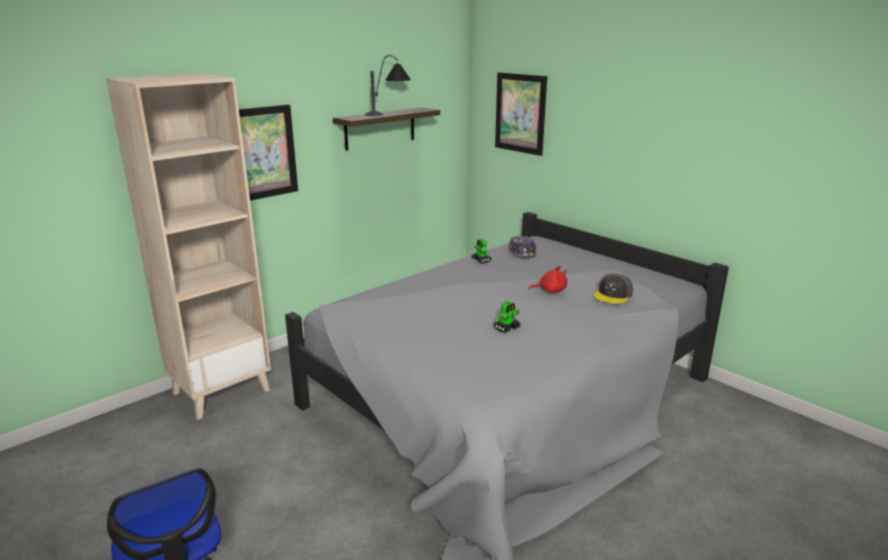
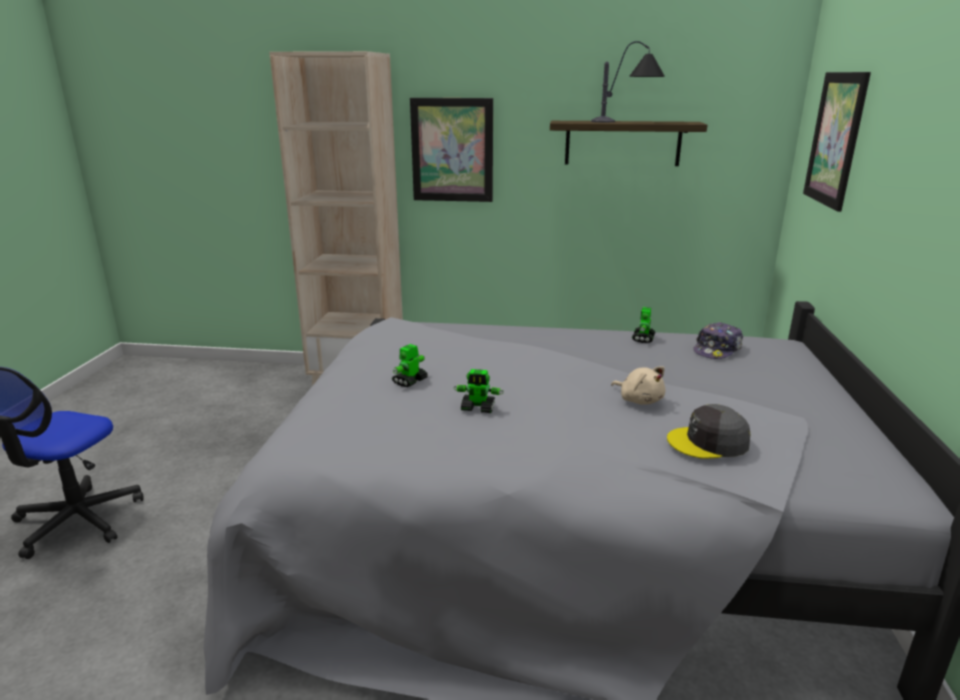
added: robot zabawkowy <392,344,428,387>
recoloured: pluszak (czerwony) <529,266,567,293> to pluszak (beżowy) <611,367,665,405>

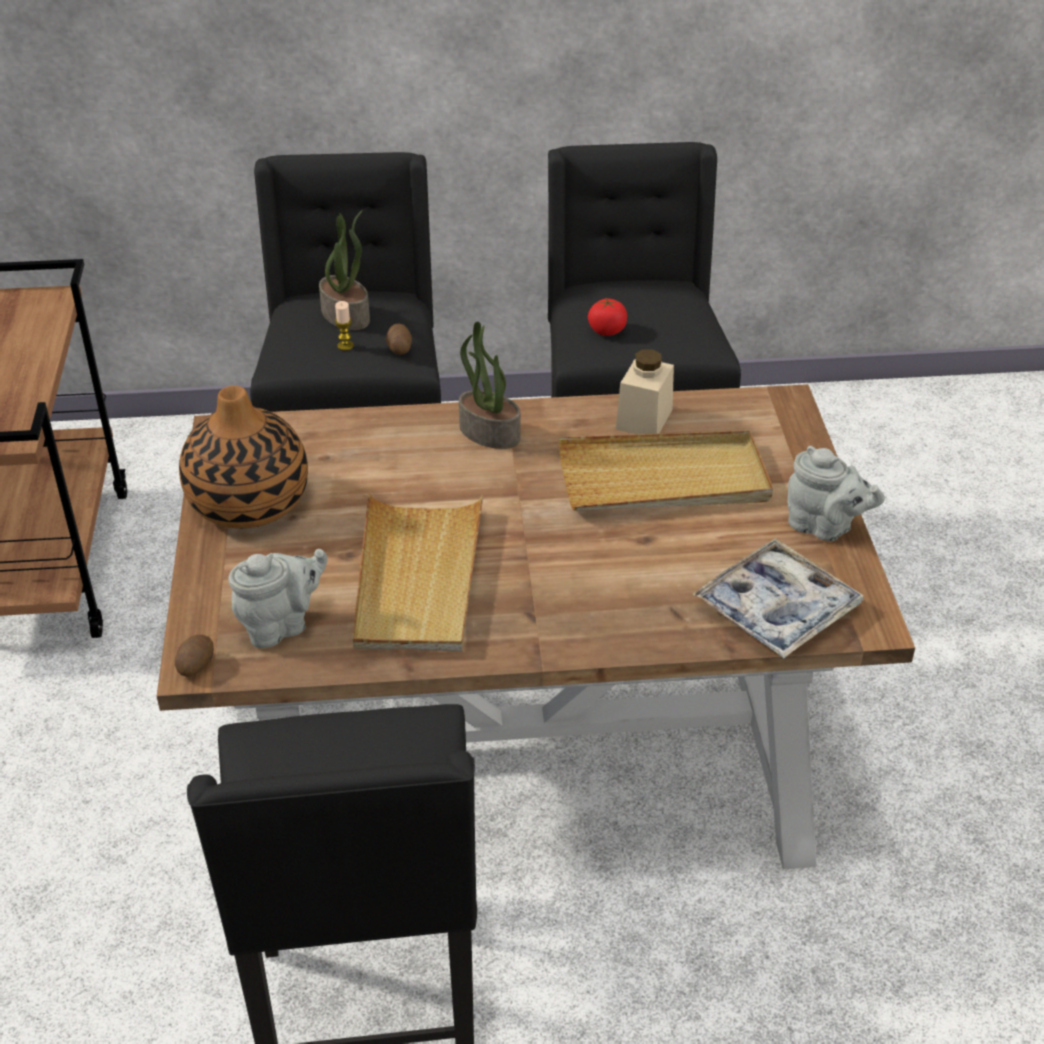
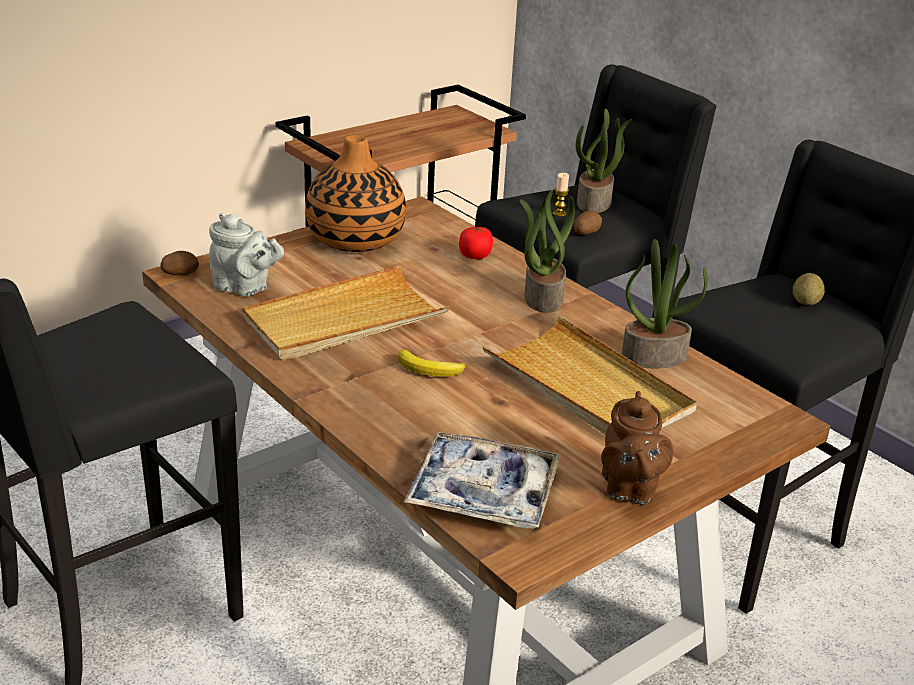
added: banan <398,350,465,377>; ziemniak <793,273,825,305>
moved: pomidor <588,297,627,336> to <459,226,493,259>
replaced: słoik (beżowy) <616,349,674,434> to roślina doniczkowa <622,239,708,368>
recoloured: imbryk (szary) <788,446,885,541> to imbryk (brązowy) <601,391,673,505>

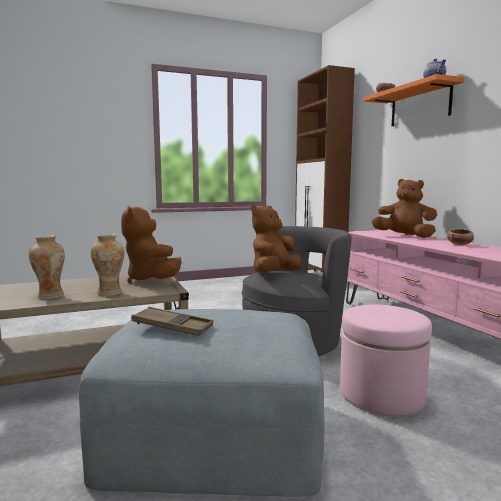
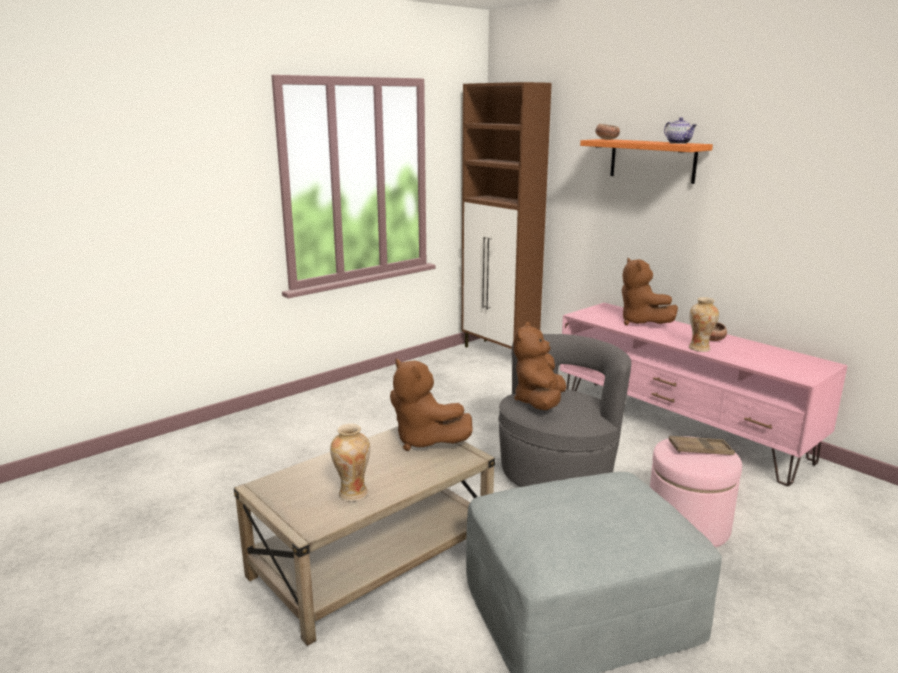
moved: wazon <91,234,124,296> to <688,297,719,352>; taca (brązowy) <131,307,213,336> to <668,436,735,455>
turned: pluszak (brązowy) <371,179,437,238> = <622,258,678,325> 120 degrees counterclockwise

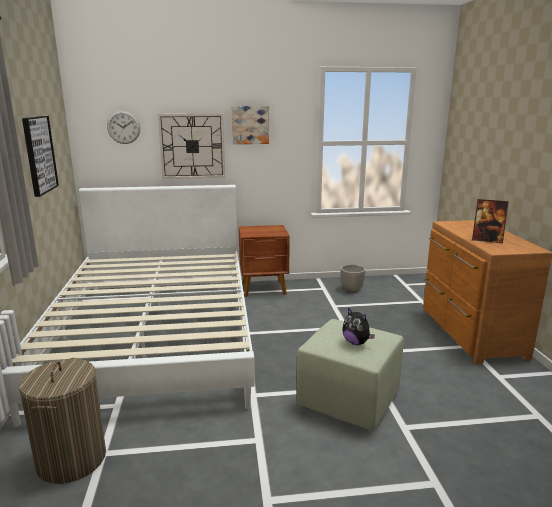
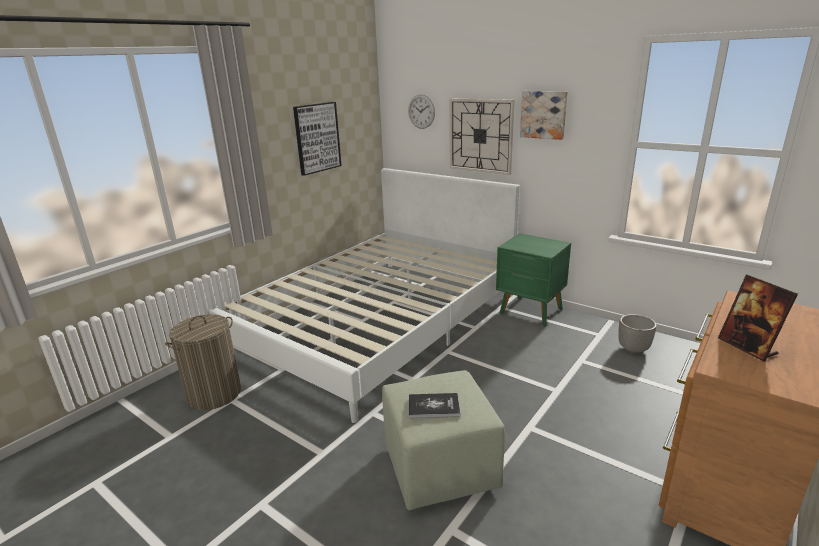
replaced: pluszak <343,308,375,345> to książka <409,393,460,418>
recoloured: szafka nocna (brązowy) <239,225,290,297> to szafka nocna (zielony) <496,233,571,327>

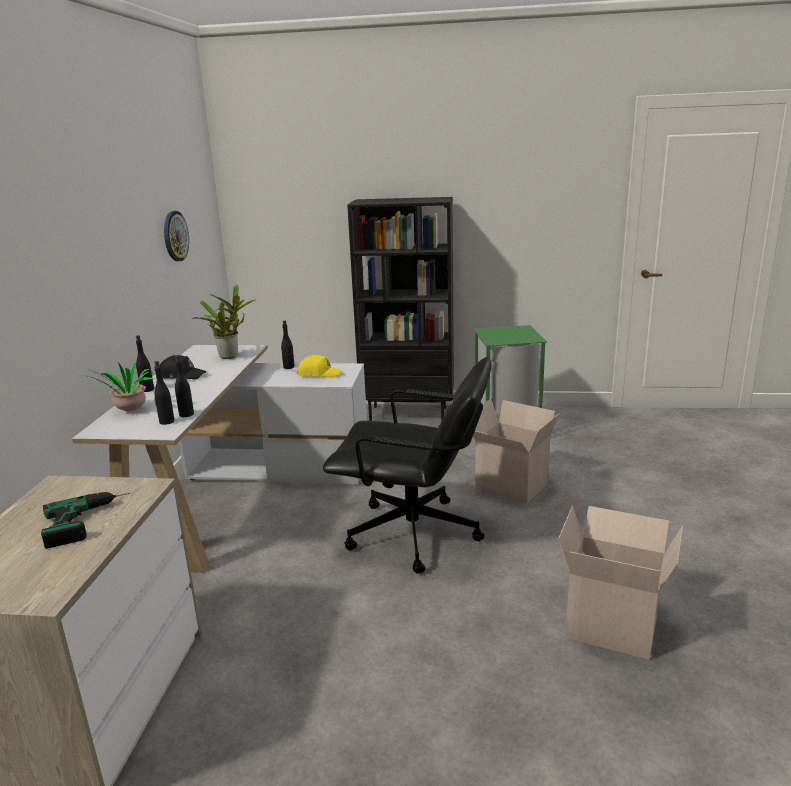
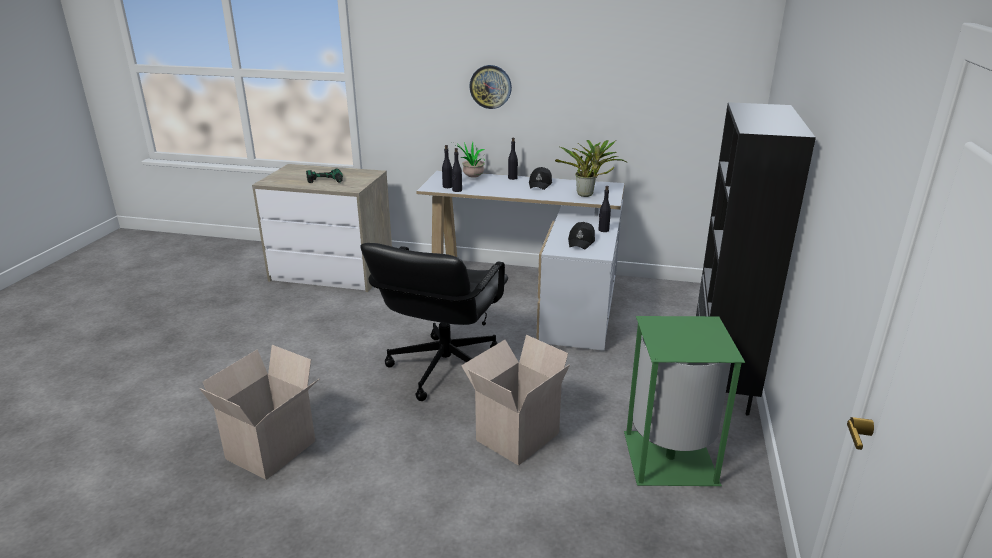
moved: zegar ścienny <164,211,189,261> to <469,65,512,109>
recoloured: czapka z daszkiem (żółty) <297,355,342,378> to czapka z daszkiem (czarny) <568,222,595,249>

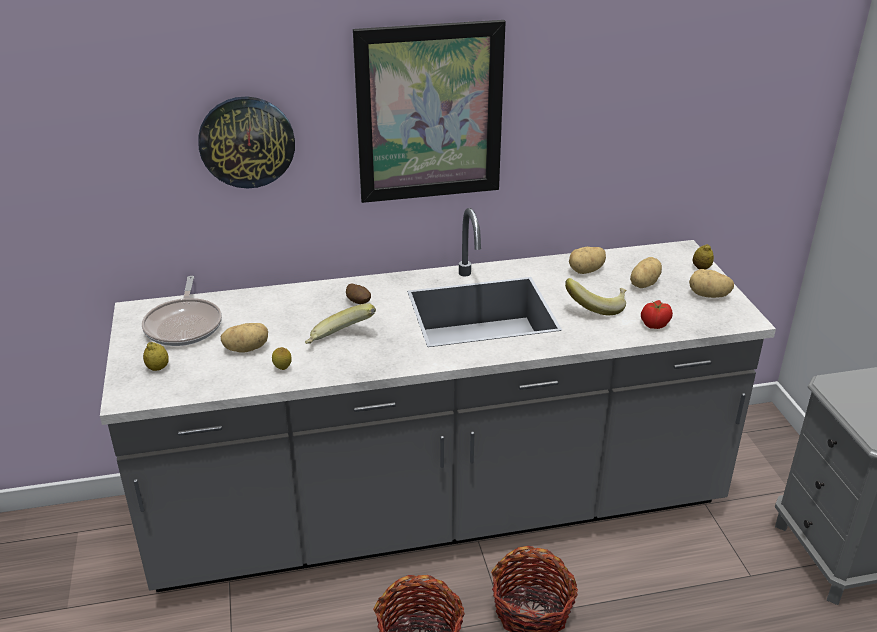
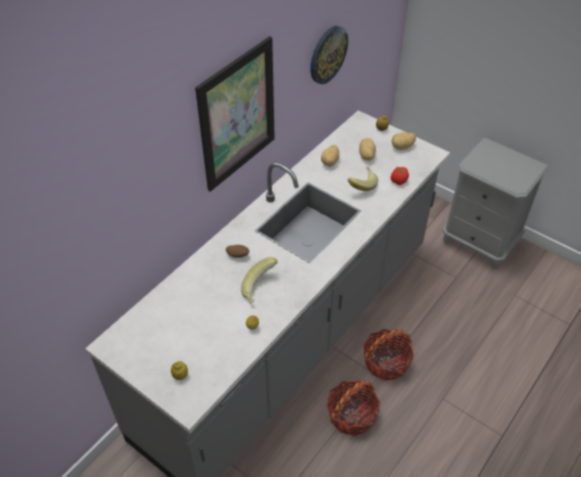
removed: patelnia <142,276,222,346>; ziemniak <221,323,268,353>
moved: zegar ścienny <198,96,295,189> to <310,26,348,84>

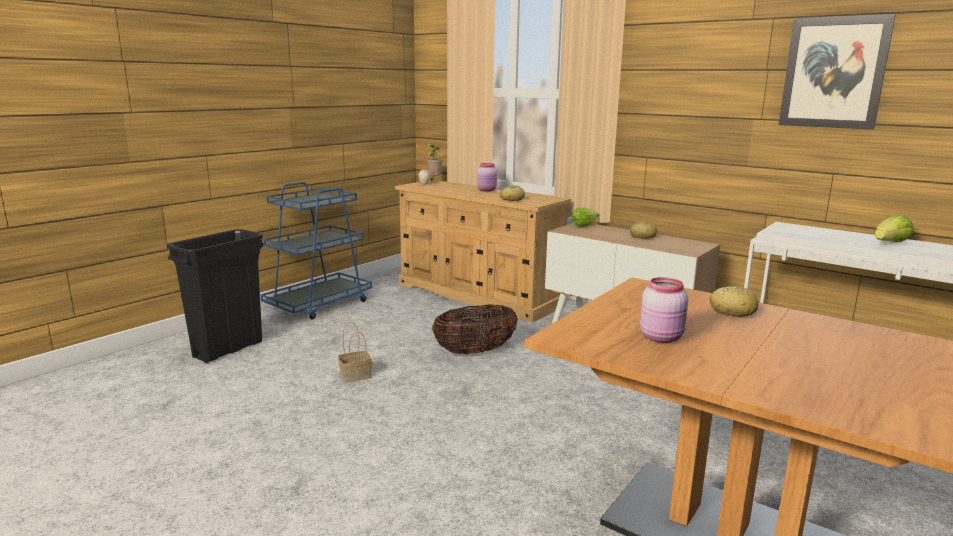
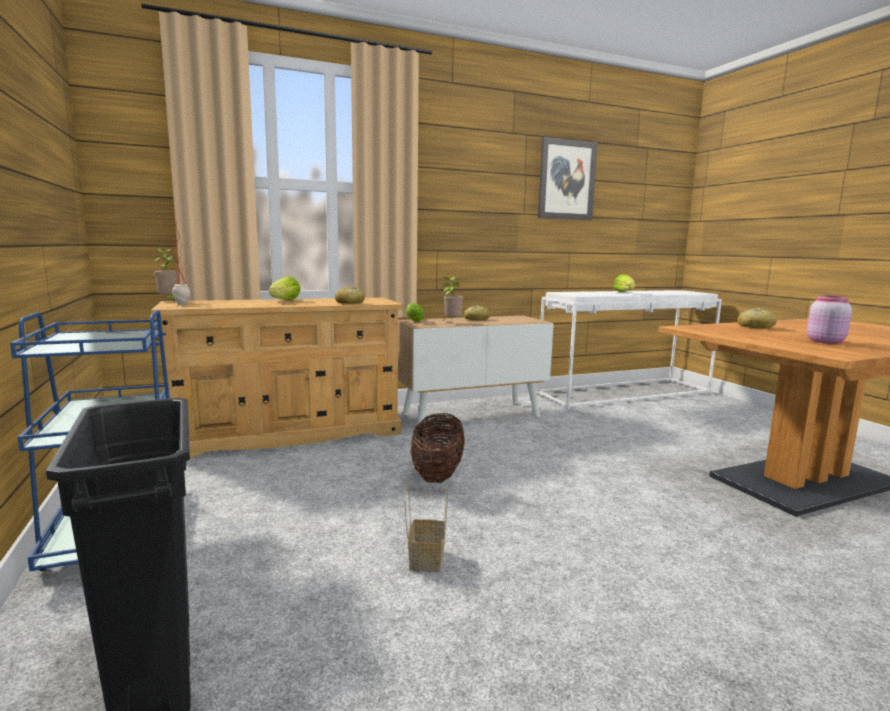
added: roślina doniczkowa <442,276,463,319>
replaced: słoik (różowy) <477,163,497,192> to sałata <269,276,301,300>

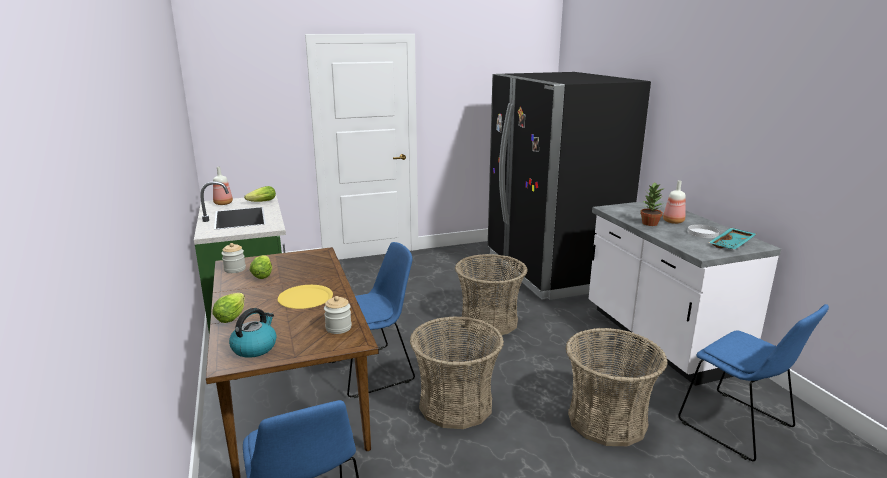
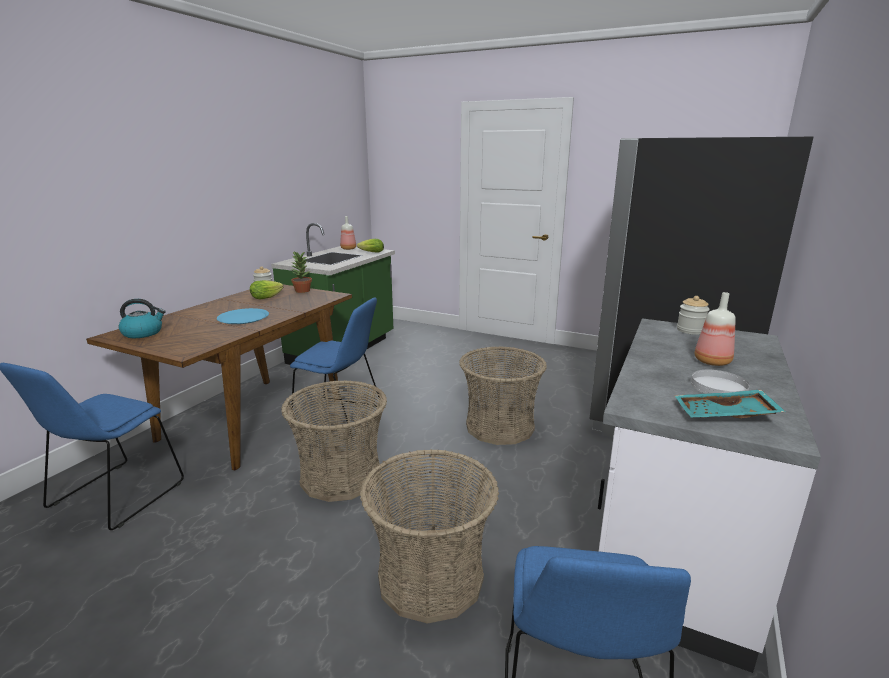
removed: sałata <212,293,245,323>
moved: słoik <324,296,352,334> to <677,296,710,335>; roślina doniczkowa <640,183,665,226> to <290,251,312,293>
recoloured: talerz (żółty) <277,285,333,309> to talerz (niebieski) <217,308,269,324>

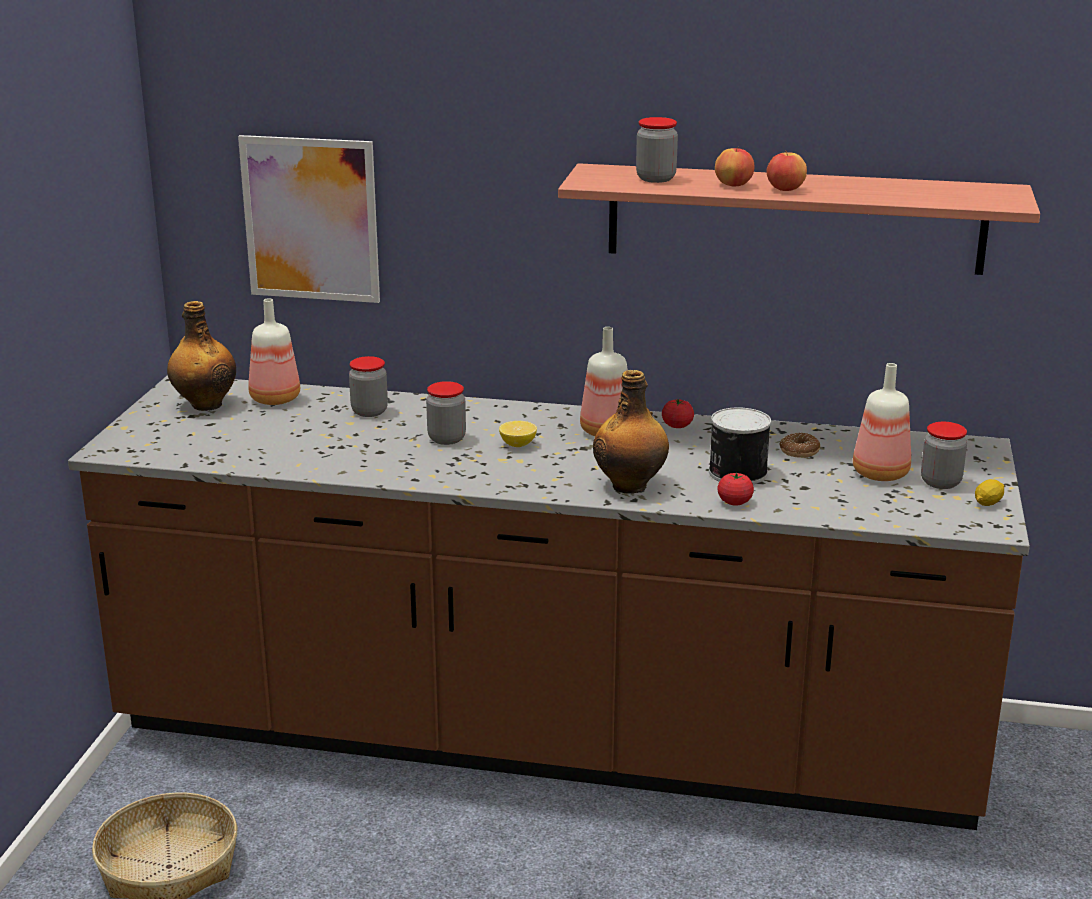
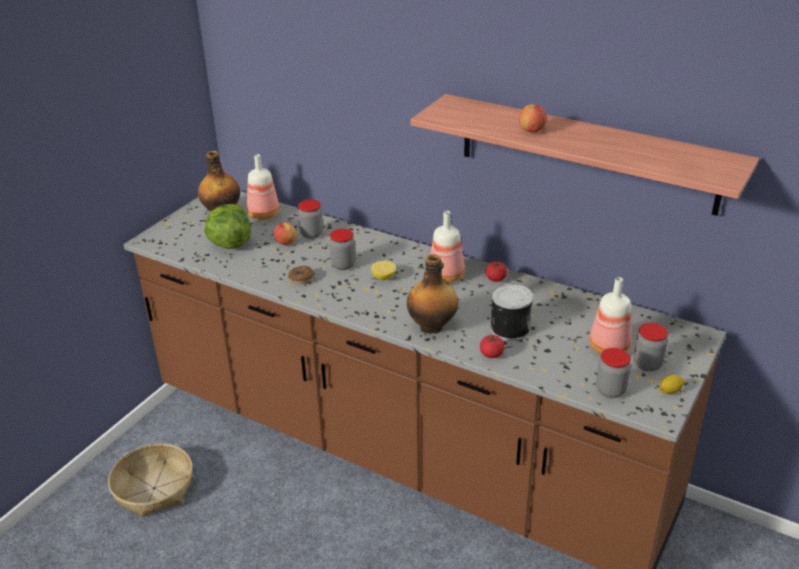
removed: obraz <238,135,380,303>
added: sałata <204,204,251,249>
moved: słoik <636,117,678,183> to <596,348,631,398>; jabłko <766,150,807,191> to <274,223,297,245>; donut <780,433,820,458> to <288,266,314,284>

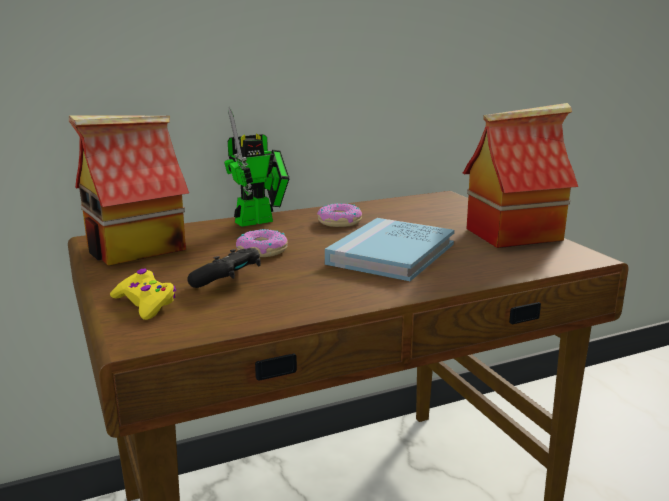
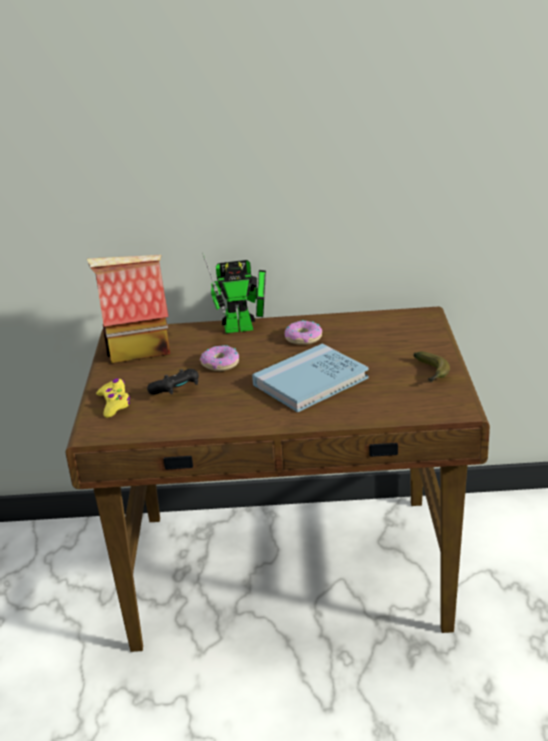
replaced: domek <463,103,578,248> to banan <413,352,450,382>

